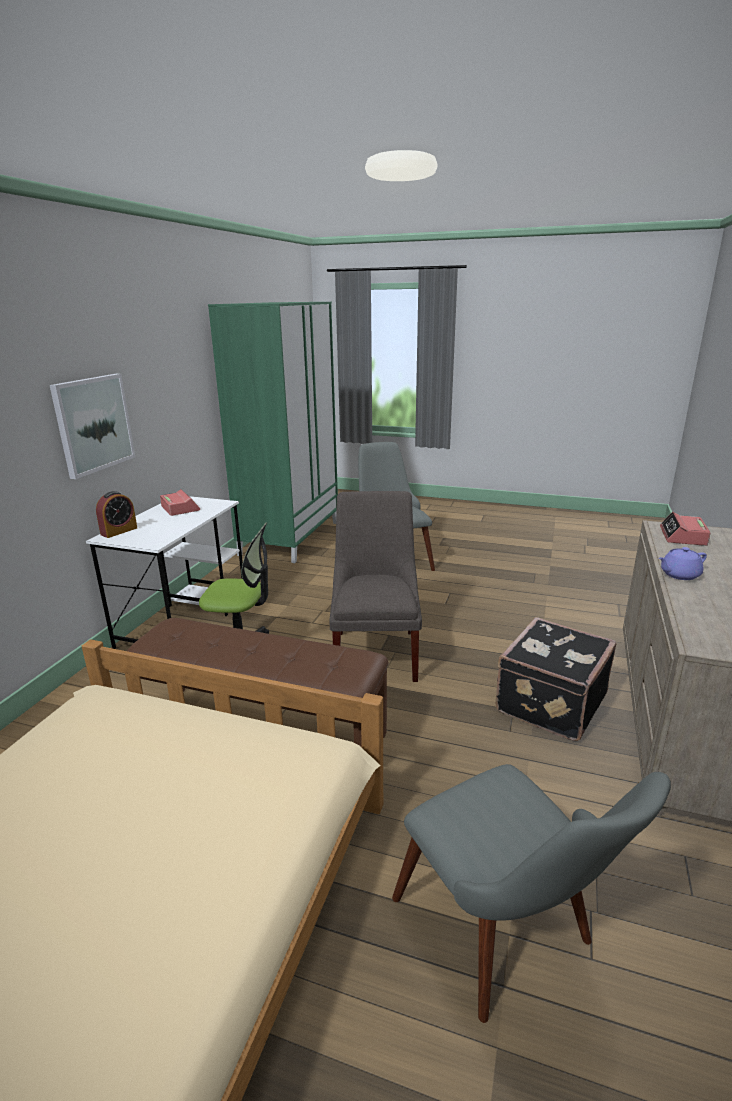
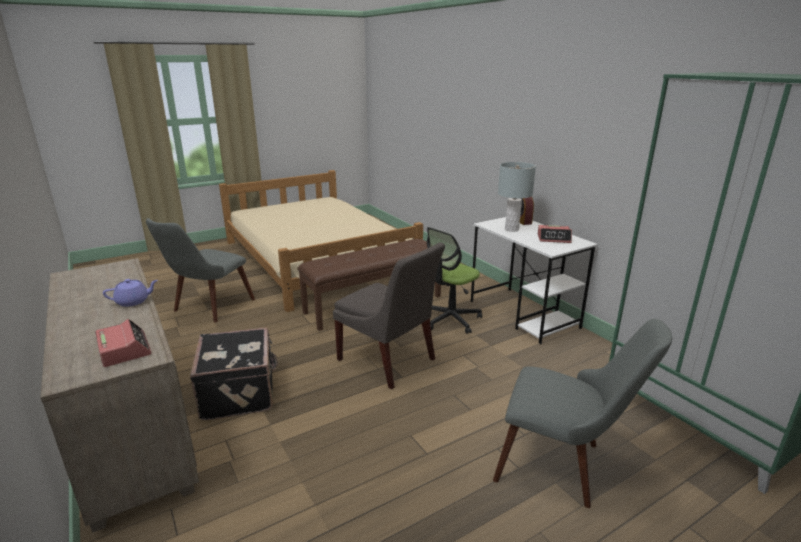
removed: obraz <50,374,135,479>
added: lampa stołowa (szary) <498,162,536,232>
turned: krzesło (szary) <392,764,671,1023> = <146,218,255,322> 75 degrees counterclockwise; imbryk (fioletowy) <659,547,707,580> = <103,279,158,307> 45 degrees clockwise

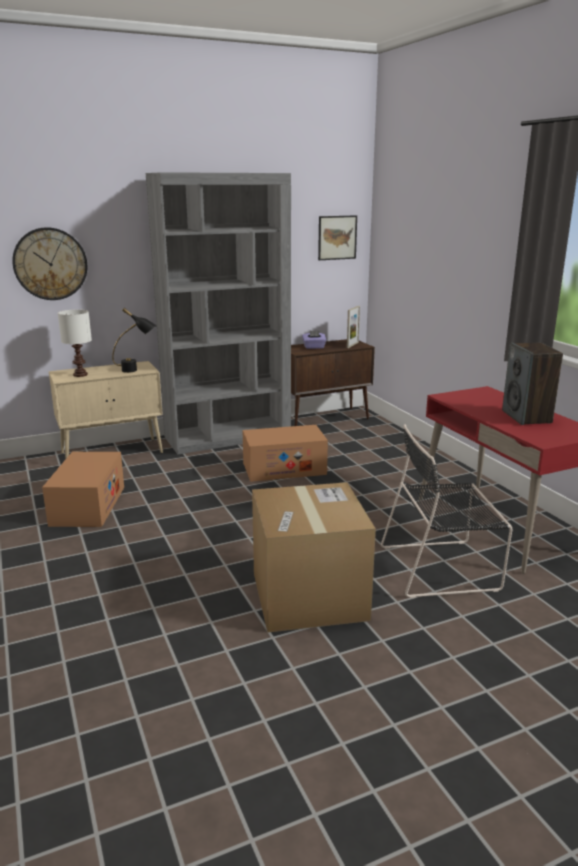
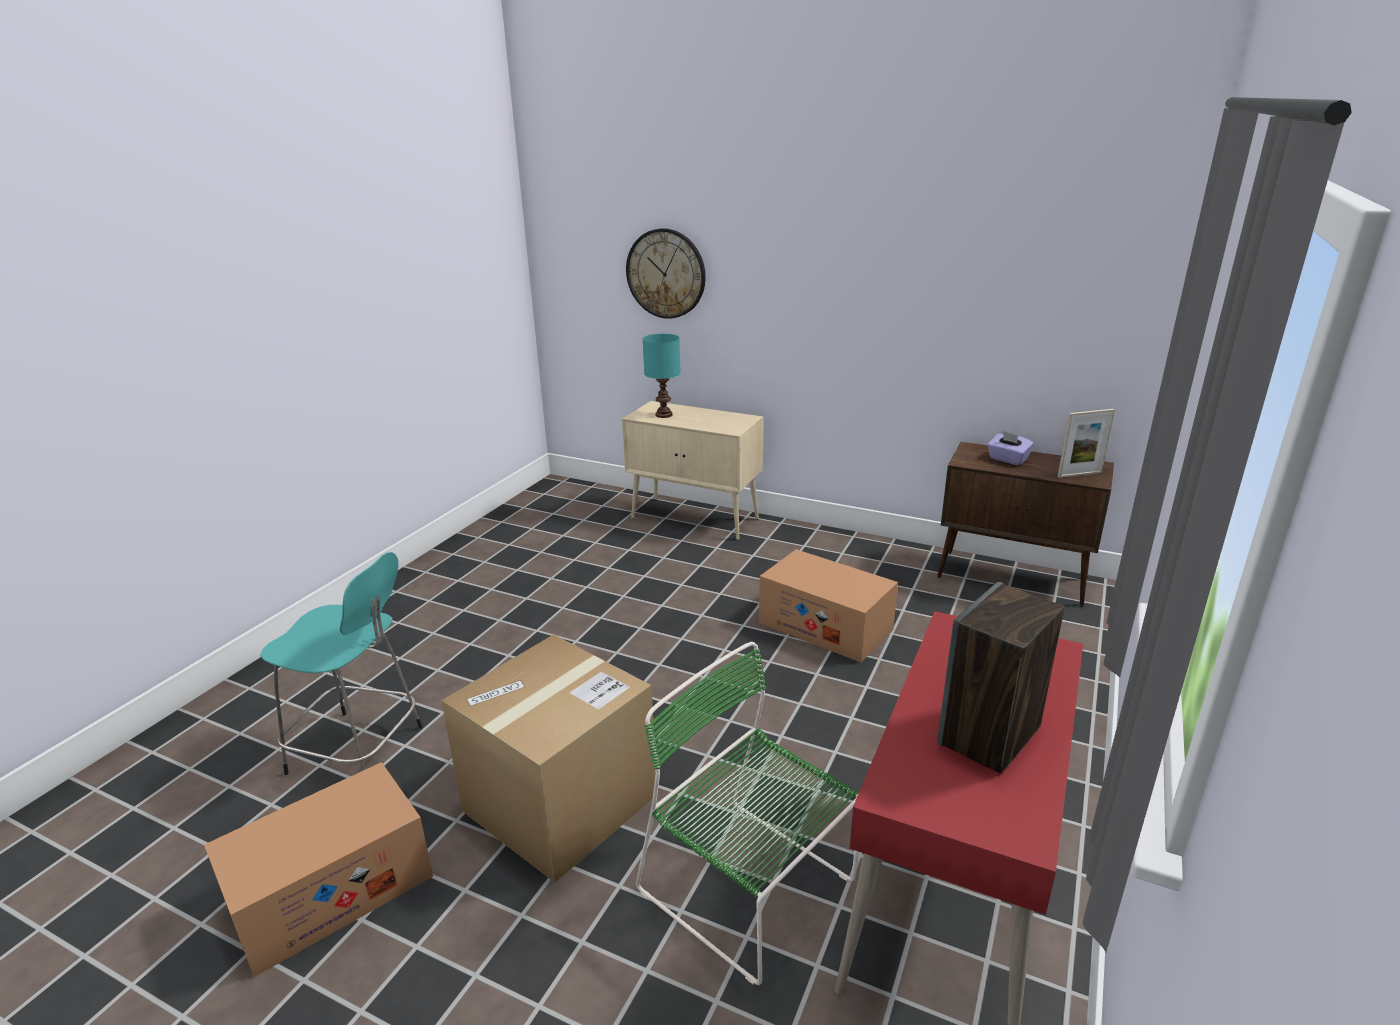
removed: lampa stołowa (czarny) <112,308,157,373>; regał (szary) <146,172,291,455>; obraz <318,215,357,260>
added: stołek (turkusowy) <260,552,423,775>
moved: karton <42,452,124,527> to <204,762,433,977>
recoloured: lampa stołowa (biały) <58,309,92,377> to lampa stołowa (turkusowy) <643,334,681,418>; krzesło (czarny) <381,424,512,598> to krzesło (zielony) <636,642,859,985>

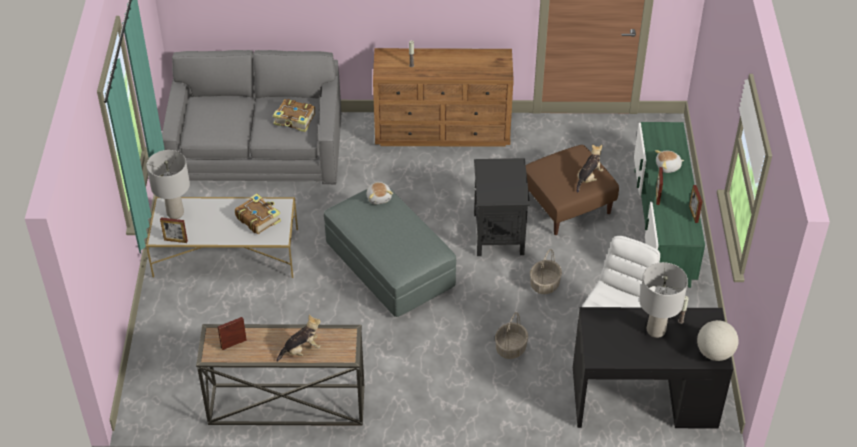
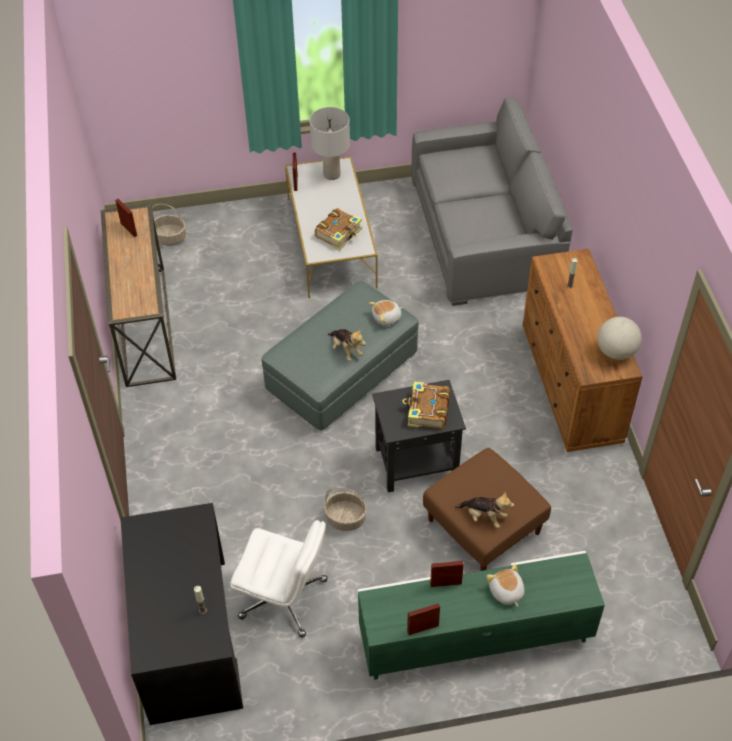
removed: lampa stołowa (szary) <639,262,688,338>
moved: książka <273,99,315,132> to <403,382,450,429>; pluszak <277,315,321,362> to <328,328,366,361>; koszyk <495,312,528,359> to <152,204,186,246>; globus <697,320,738,361> to <597,317,642,360>

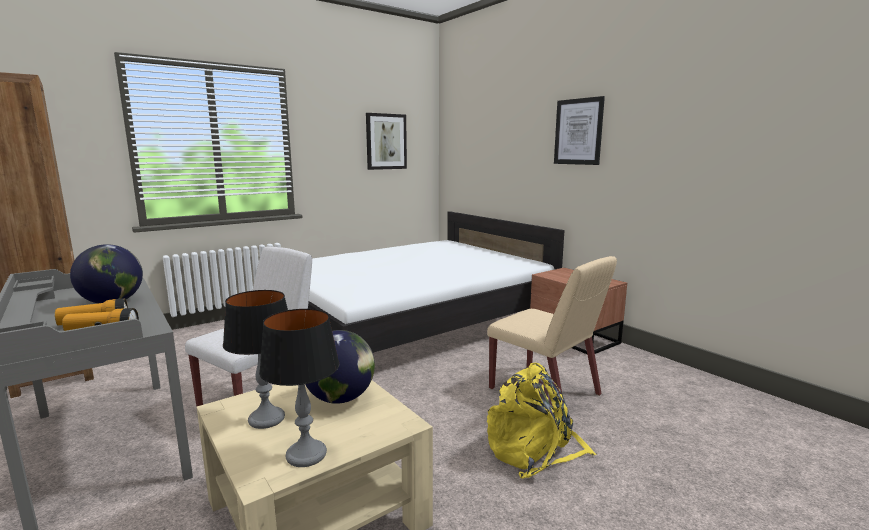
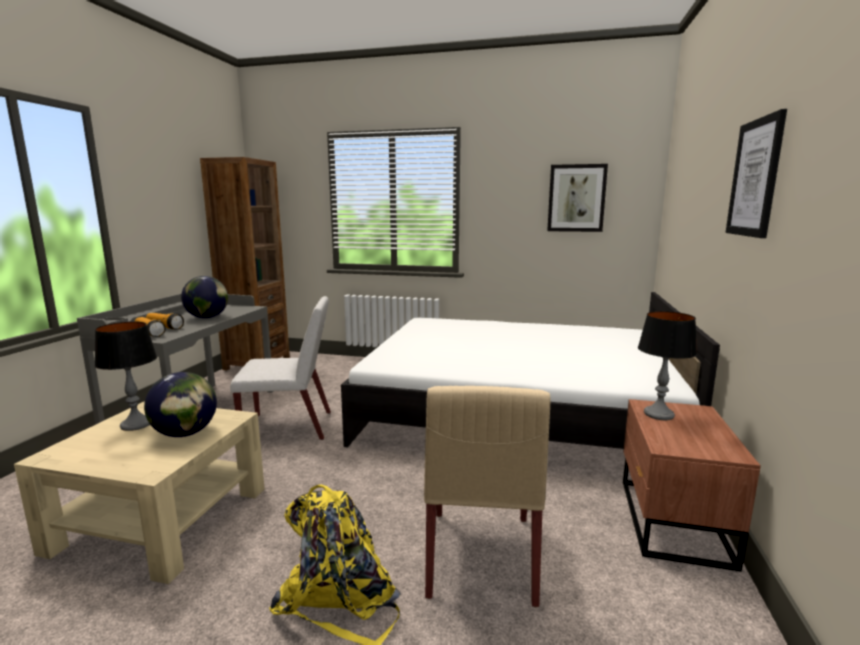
moved: lampa stołowa <259,309,339,467> to <638,311,697,420>

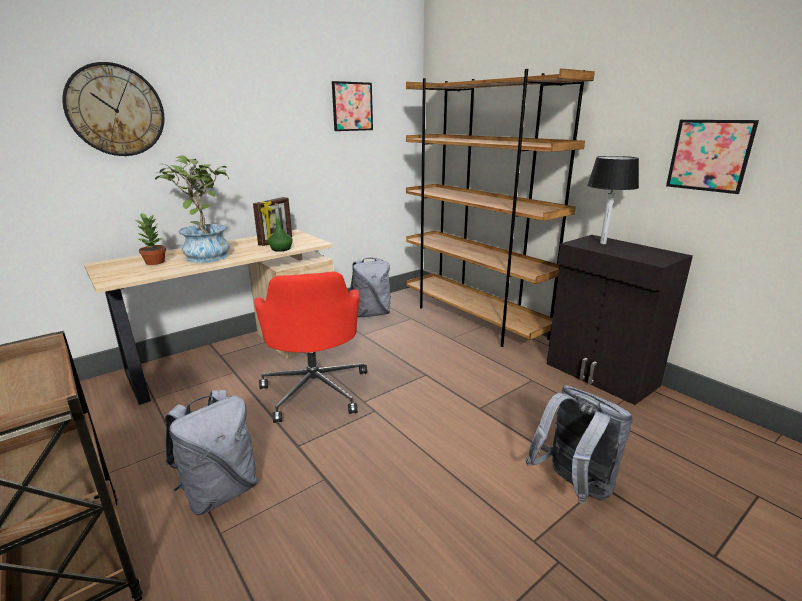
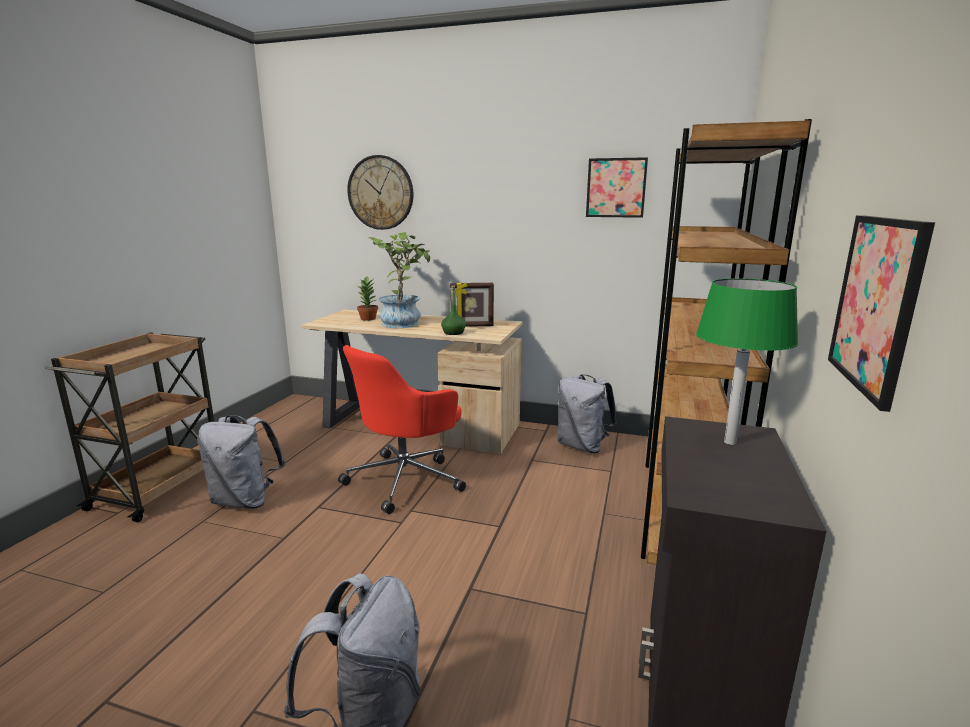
recoloured: lampa stołowa (czarny) <587,156,639,244> to lampa stołowa (zielony) <696,278,798,445>

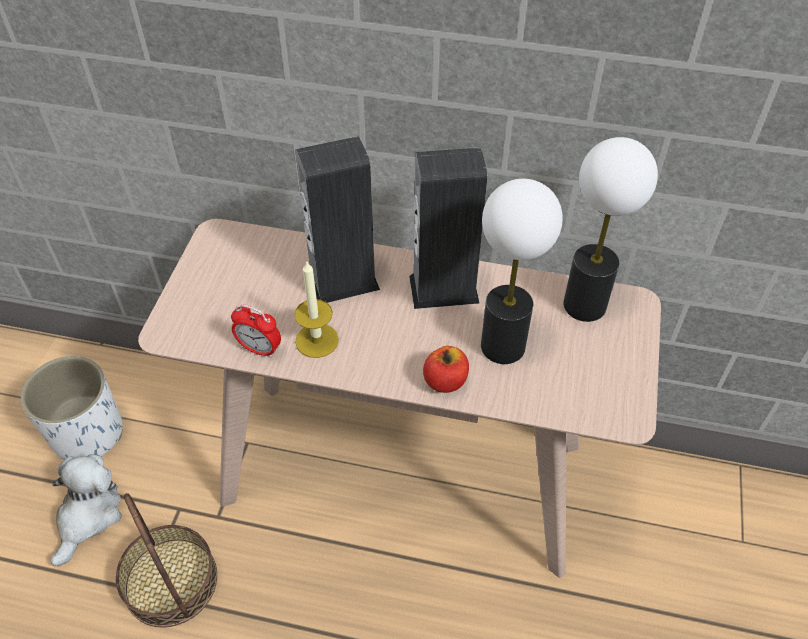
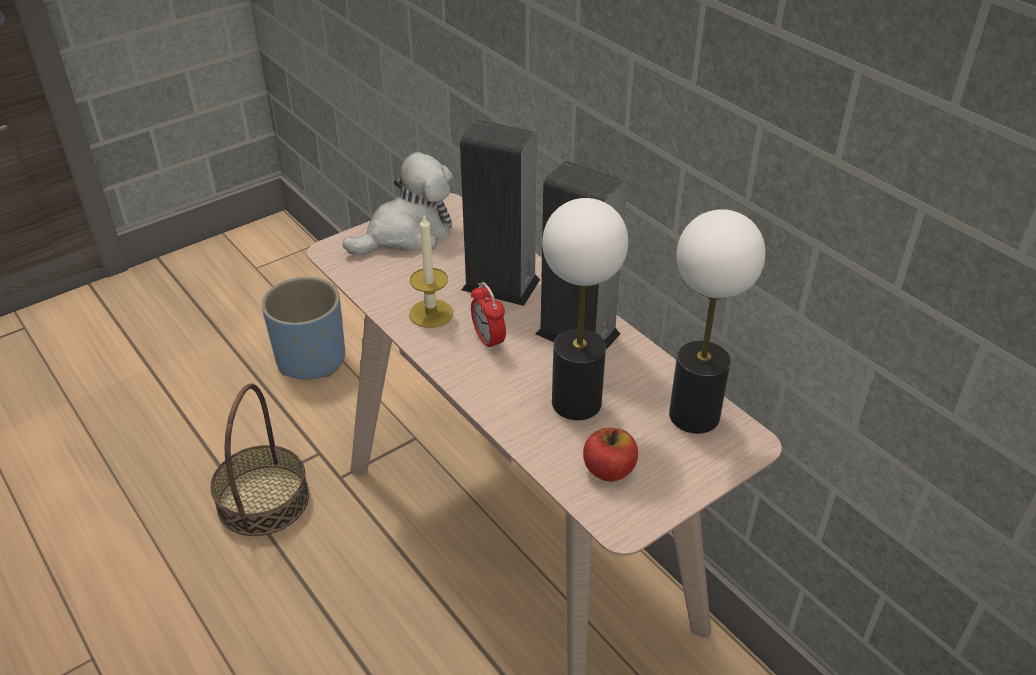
moved: pluszak <51,454,121,566> to <343,152,453,255>; budzik <231,305,281,358> to <471,282,506,352>; jabłko <423,346,469,393> to <583,428,638,482>
recoloured: donica (biały) <21,356,123,460> to donica (niebieski) <262,277,345,380>

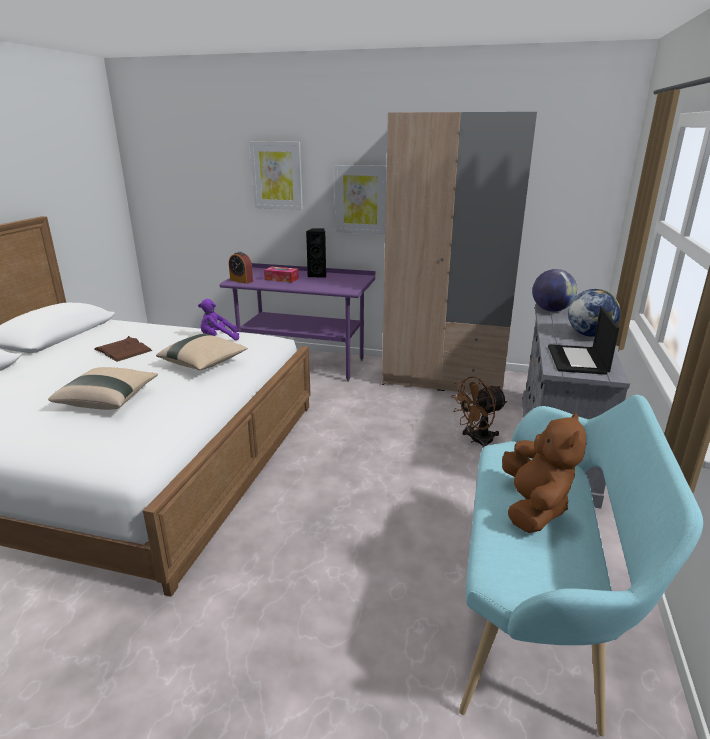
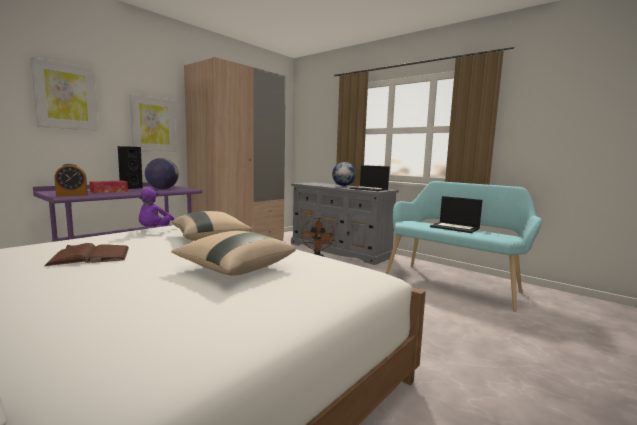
moved: globus <532,269,577,312> to <145,158,179,189>
replaced: pluszak (brązowy) <502,412,586,533> to laptop <430,196,483,233>

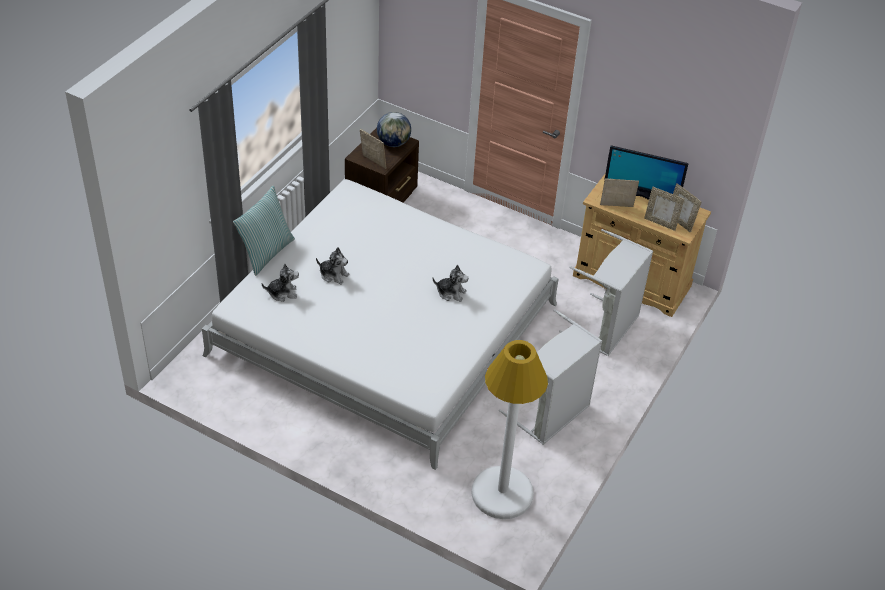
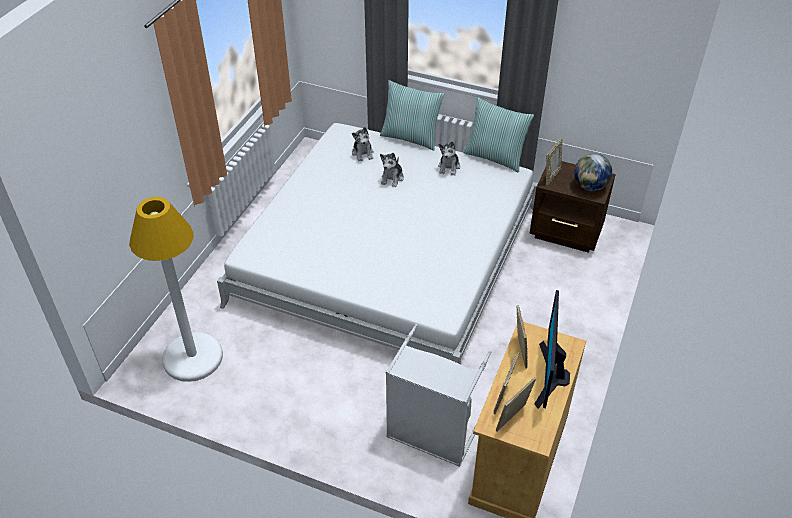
removed: kosz na pranie (szary) <499,309,602,445>
added: poduszka <464,97,534,173>
moved: pluszak <433,265,469,302> to <438,141,460,176>

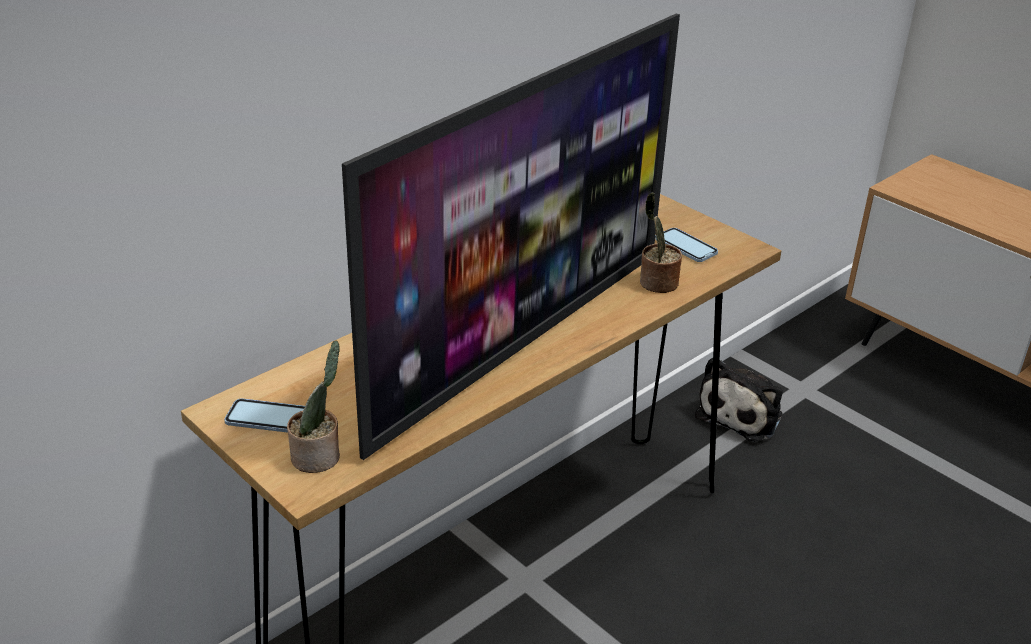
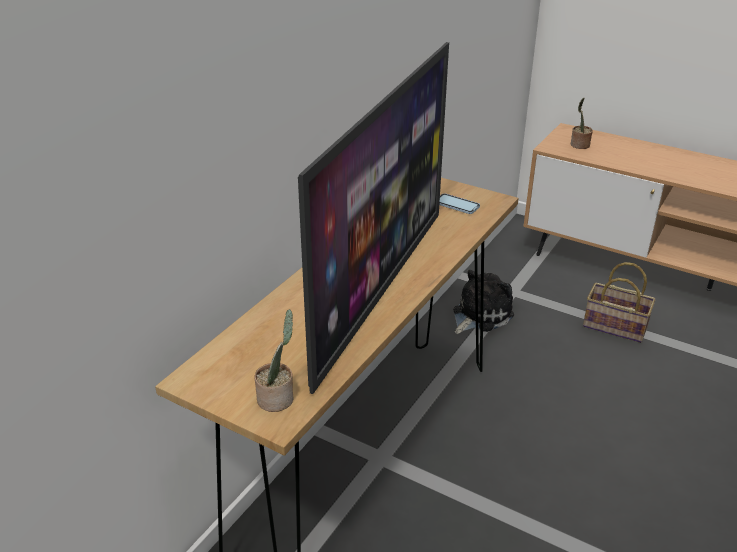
removed: telefon <224,398,305,433>
added: koszyk <583,262,656,343>
moved: roślina doniczkowa <640,192,682,293> to <571,98,593,149>
turned: pluszak <695,358,783,442> = <453,270,514,334> 150 degrees counterclockwise

